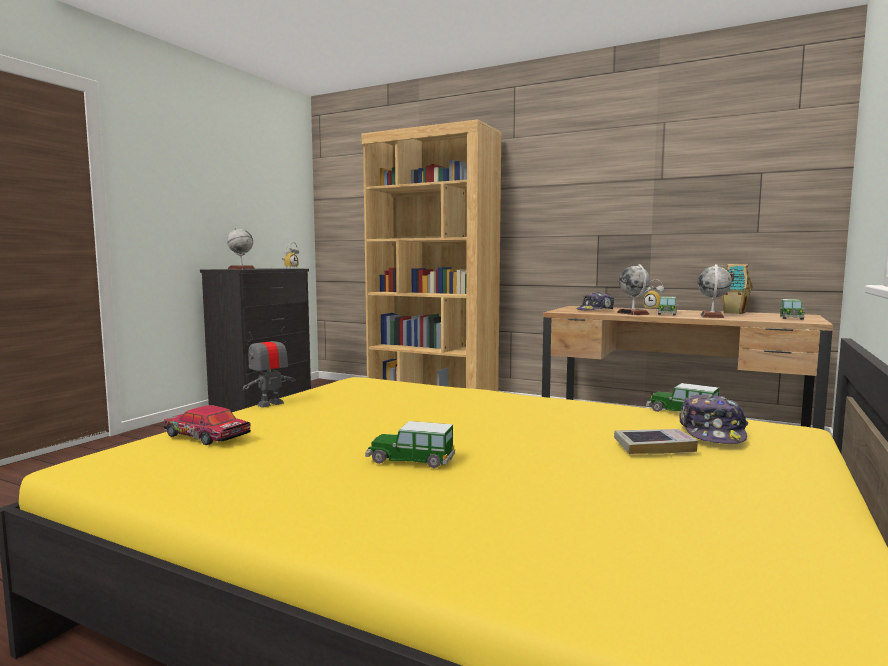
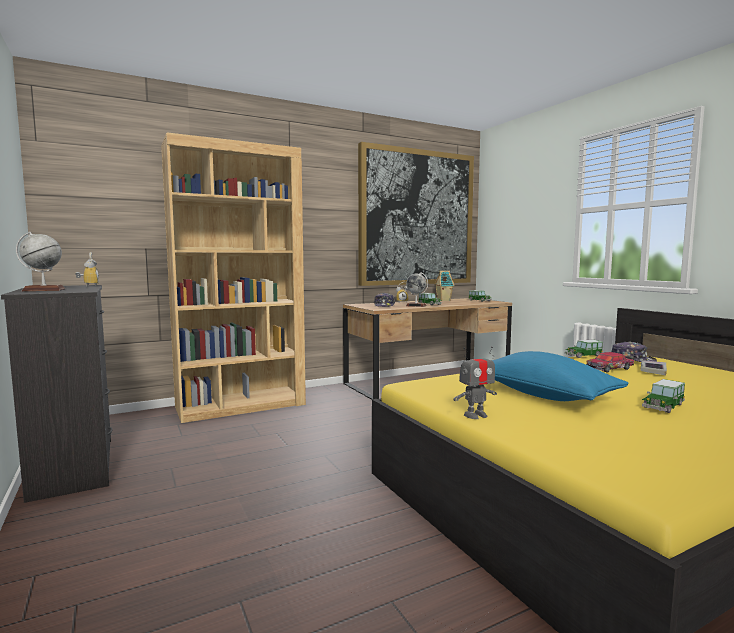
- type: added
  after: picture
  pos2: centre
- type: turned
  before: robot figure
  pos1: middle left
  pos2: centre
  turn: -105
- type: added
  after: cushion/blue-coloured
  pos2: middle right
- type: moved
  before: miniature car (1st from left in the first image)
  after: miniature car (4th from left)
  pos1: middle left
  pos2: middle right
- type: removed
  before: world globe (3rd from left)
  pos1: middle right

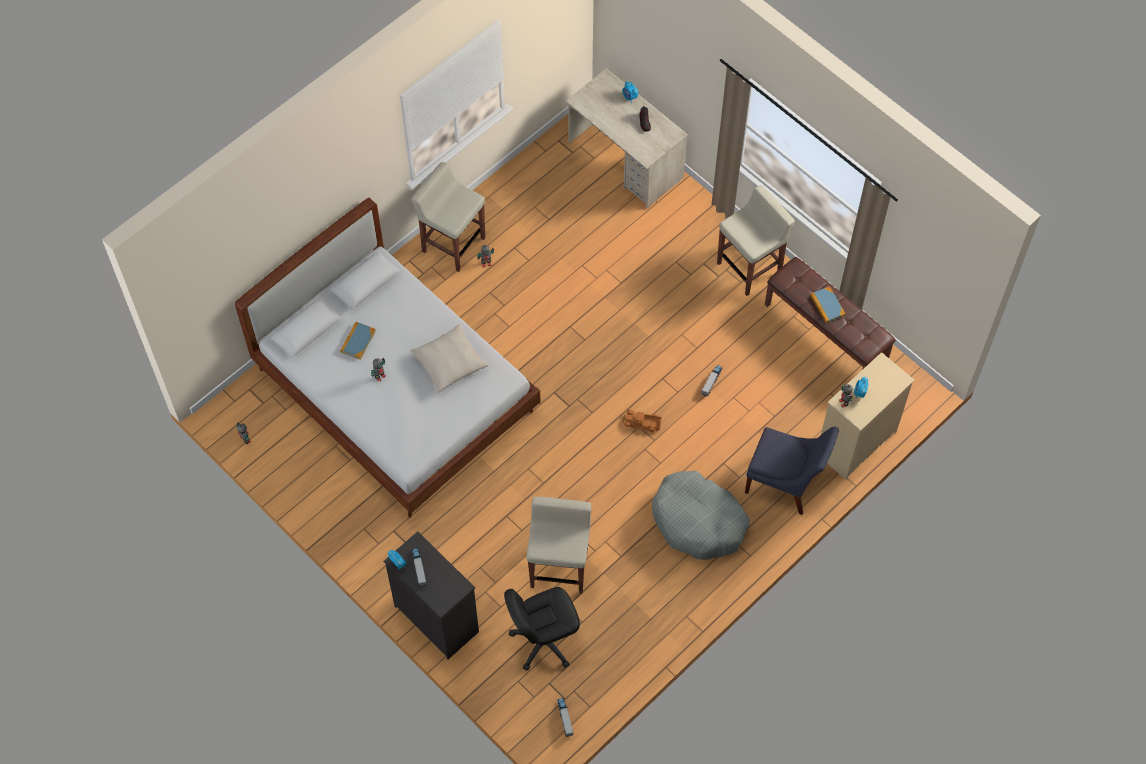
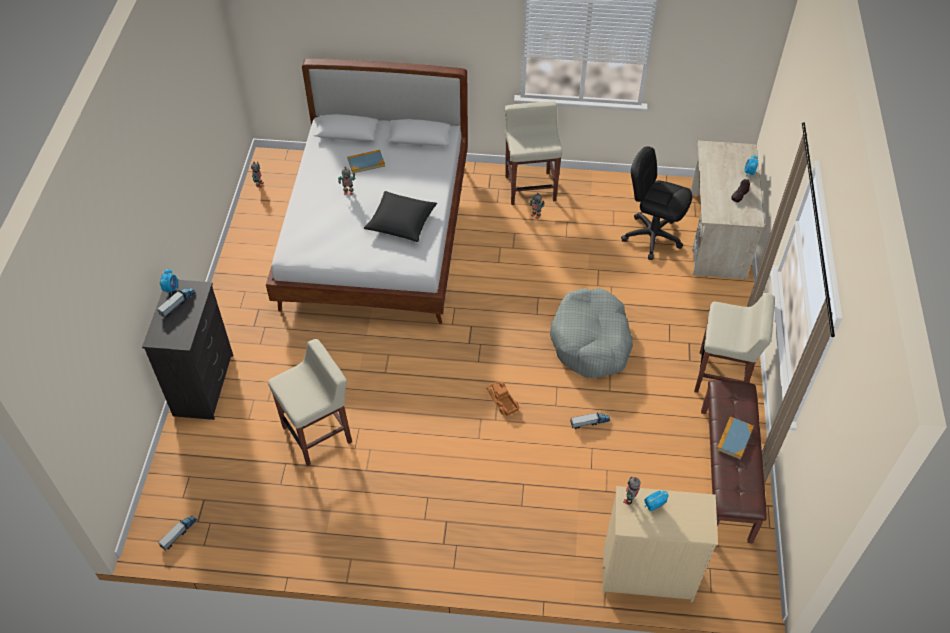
- type: recoloured
  before: cushion/sand-coloured
  after: cushion/black
  pos1: centre
  pos2: centre
- type: moved
  before: dog bed/gray
  pos1: bottom centre
  pos2: centre
- type: moved
  before: office chair/black
  pos1: bottom centre
  pos2: top right
- type: removed
  before: chair/blue-coloured
  pos1: middle right

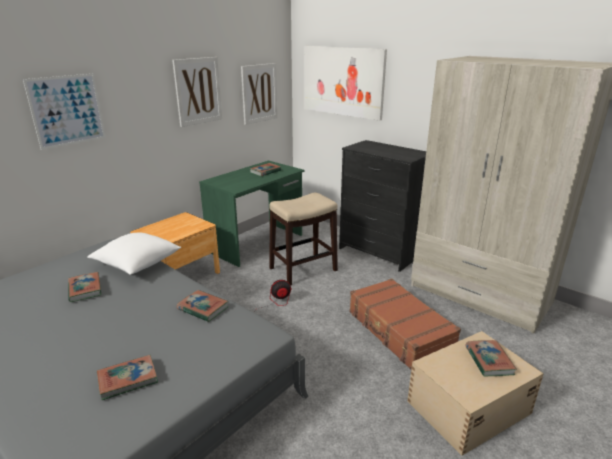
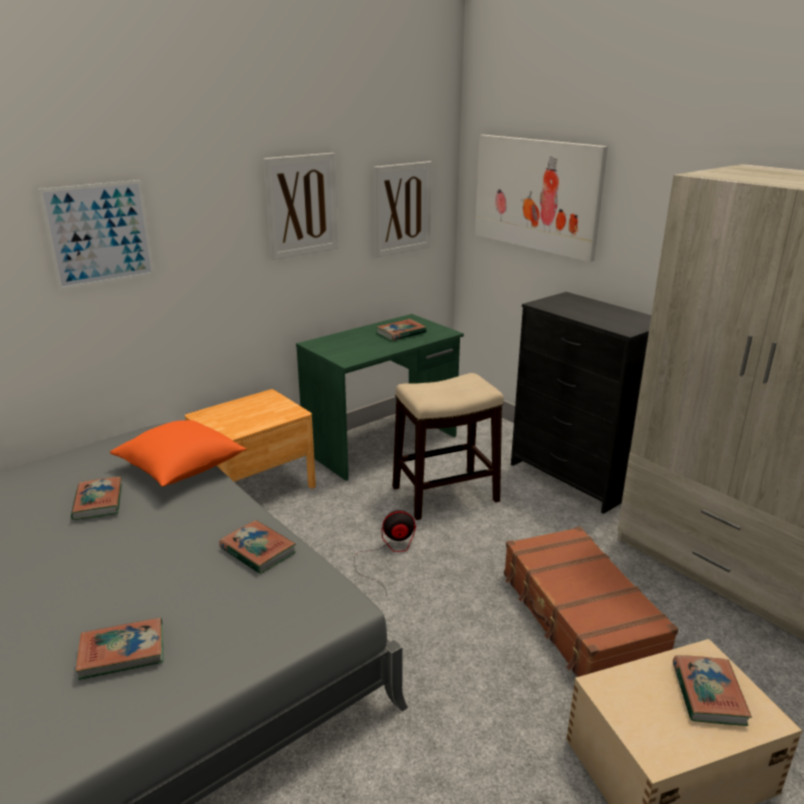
- type: recoloured
  before: cushion/white
  after: cushion/orangey
  pos1: middle left
  pos2: middle left

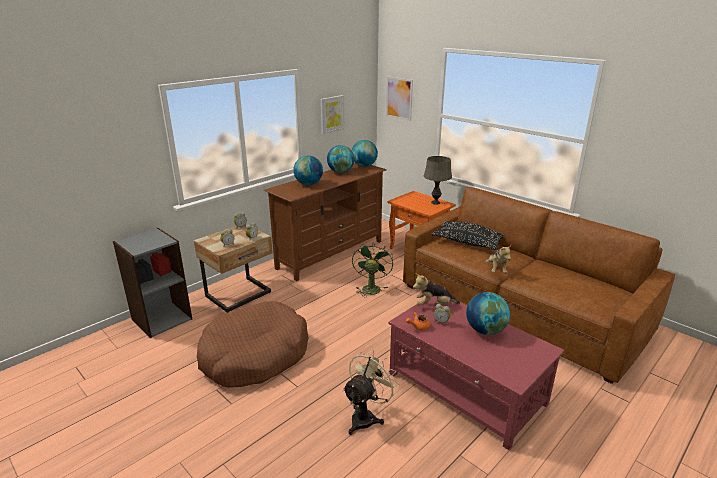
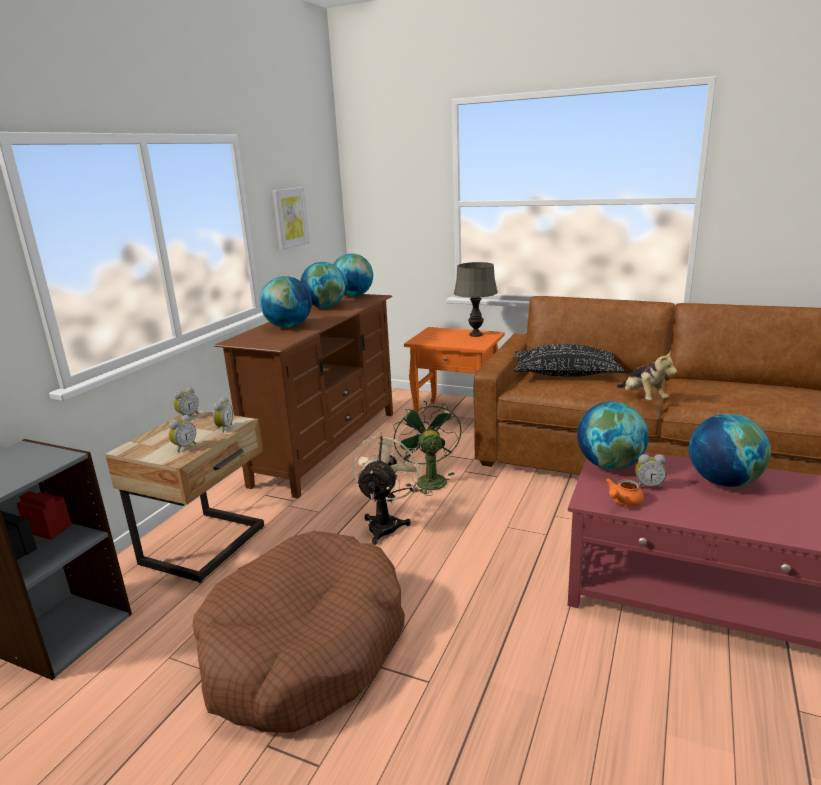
- type: moved
  before: electric fan/sand-coloured
  pos1: bottom centre
  pos2: centre
- type: replaced
  before: soft toy (1st from left)
  after: world globe (4th from left)
  pos1: centre
  pos2: middle right
- type: removed
  before: picture (2nd from left)
  pos1: top centre

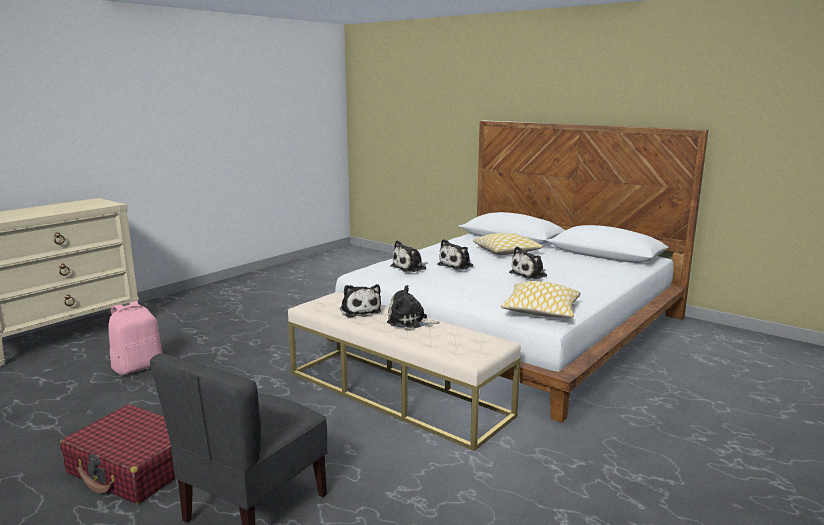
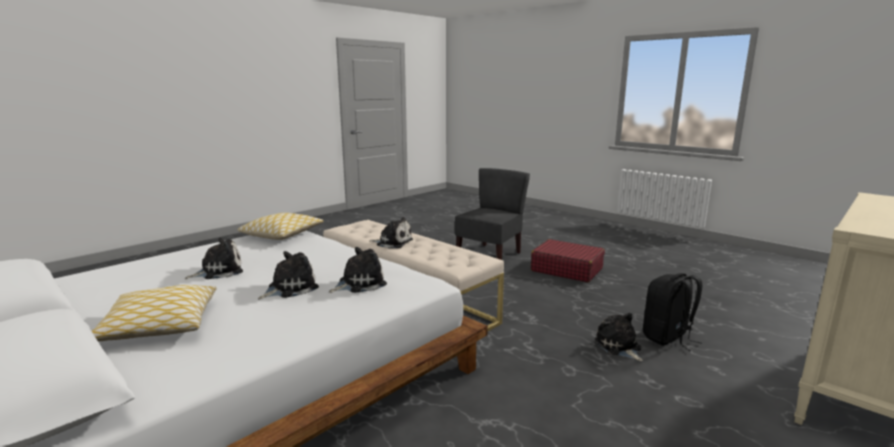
- type: moved
  before: soft toy (1st from left in the first image)
  after: soft toy (5th from left)
  pos1: centre
  pos2: bottom right
- type: recoloured
  before: knapsack/pink
  after: knapsack/black
  pos1: middle left
  pos2: bottom right

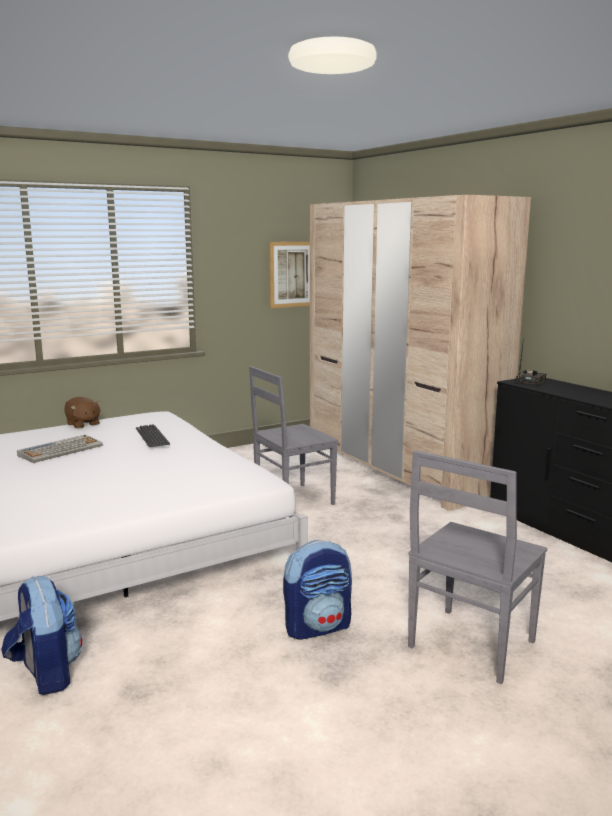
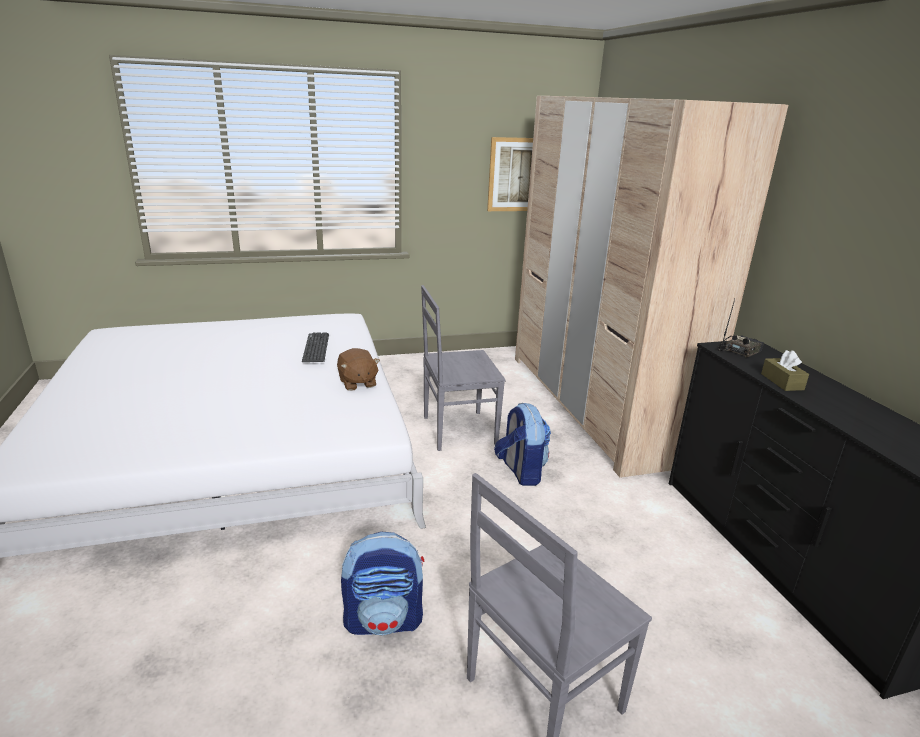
- type: moved
  before: soft toy/brown-coloured
  pos1: middle left
  pos2: centre
- type: moved
  before: knapsack (1st from left in the first image)
  after: knapsack (2nd from left)
  pos1: bottom left
  pos2: centre
- type: added
  after: tissue holder/brown-coloured
  pos2: middle right
- type: removed
  before: computer keyboard (1st from left)
  pos1: middle left

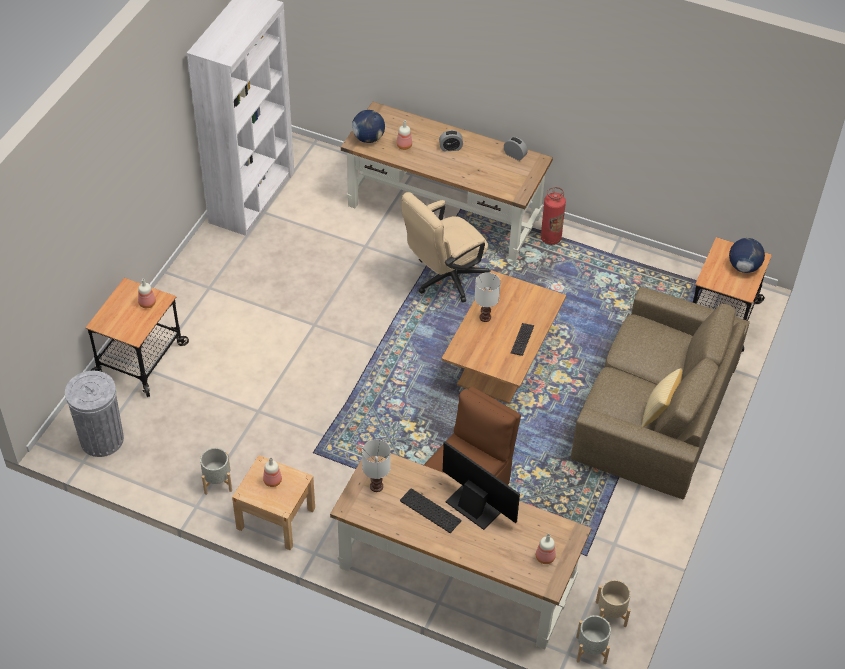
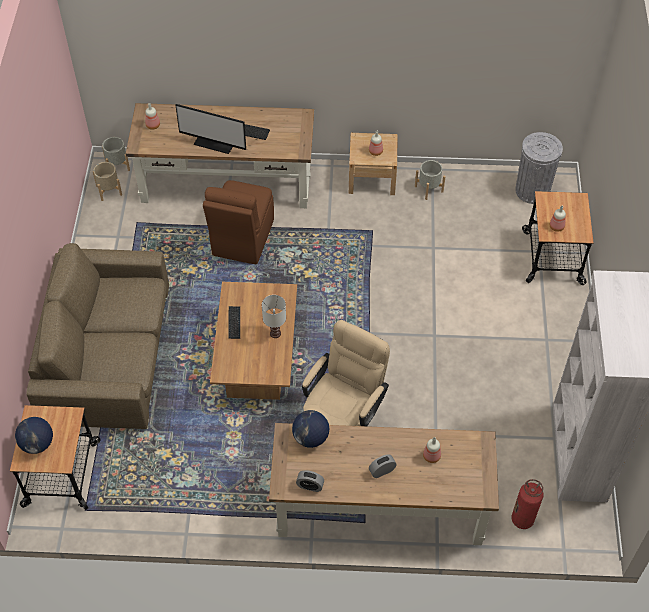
- type: moved
  before: world globe (1st from left in the first image)
  after: world globe (2nd from left)
  pos1: top centre
  pos2: bottom centre
- type: moved
  before: fire extinguisher
  pos1: top centre
  pos2: bottom right
- type: removed
  before: table lamp/white (1st from left)
  pos1: bottom centre
- type: removed
  before: cushion
  pos1: middle right

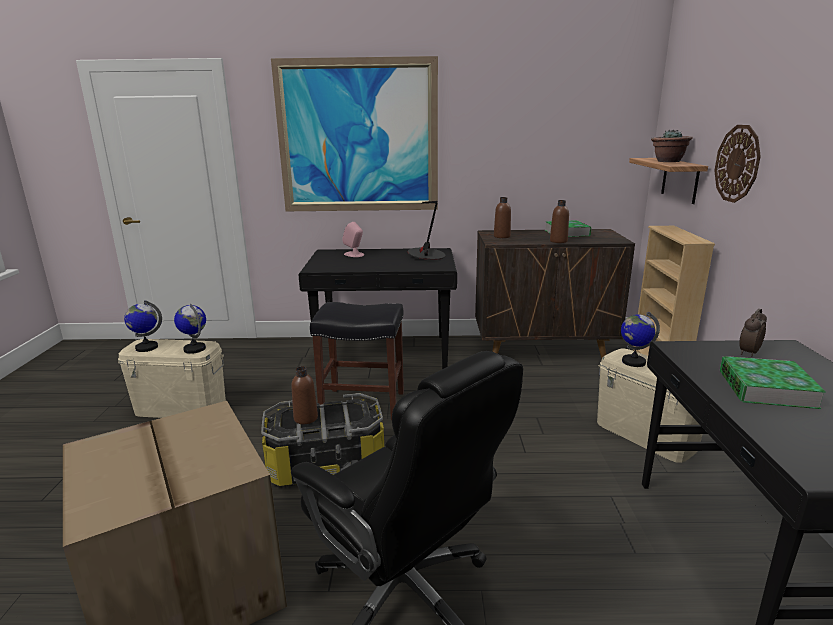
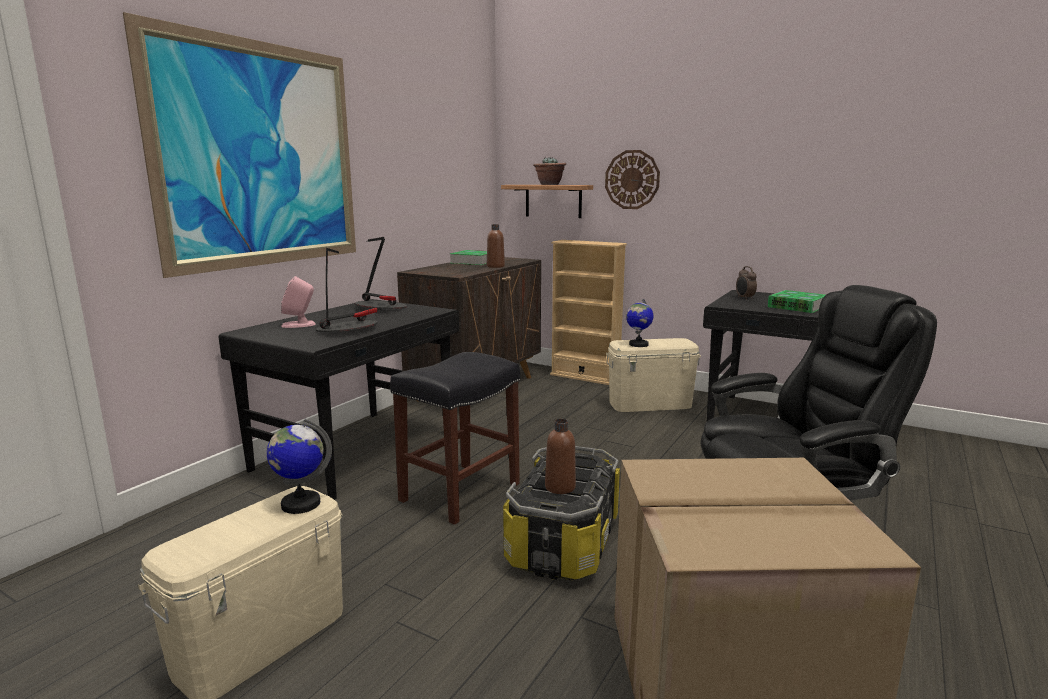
- type: added
  after: table lamp (1st from left)
  pos2: middle left
- type: removed
  before: world globe (1st from left)
  pos1: middle left
- type: removed
  before: drink bottle/brown-coloured (2nd from left)
  pos1: centre

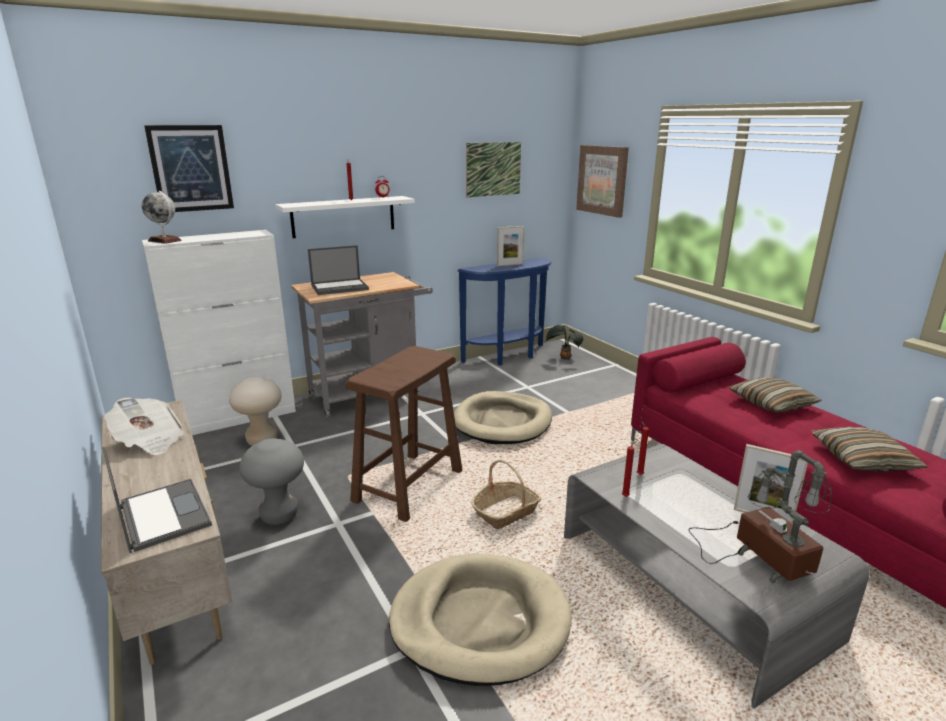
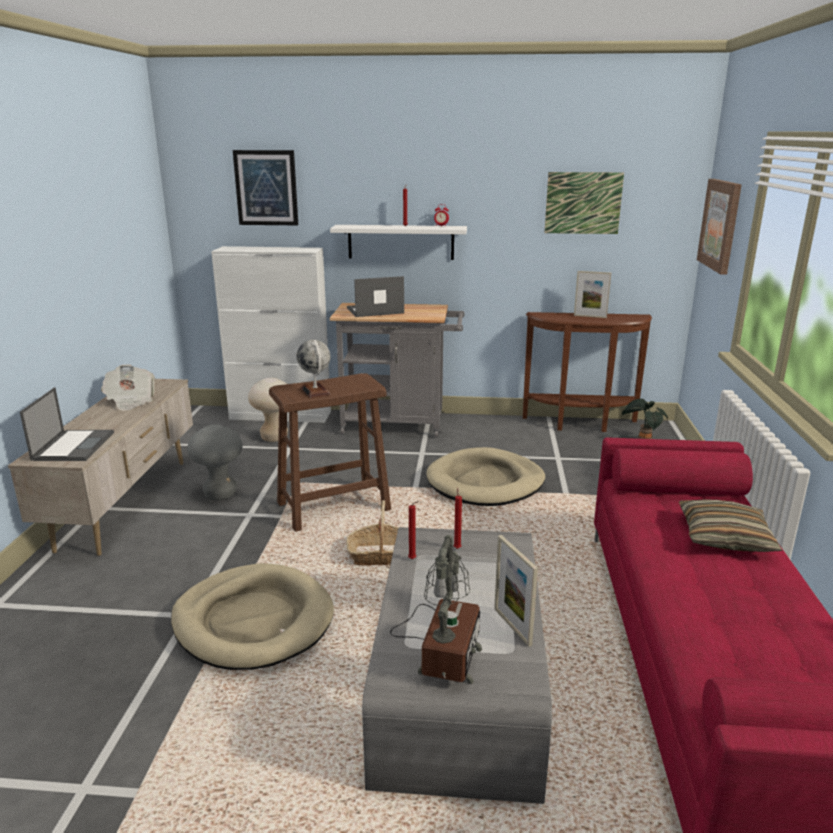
- type: moved
  before: world globe
  pos1: top left
  pos2: centre
- type: turned
  before: portable computer (2nd from left)
  pos1: centre
  pos2: centre
  turn: 150
- type: recoloured
  before: narrow table/blue-coloured
  after: narrow table/brown-coloured
  pos1: centre
  pos2: middle right
- type: removed
  before: cushion (2nd from left)
  pos1: middle right

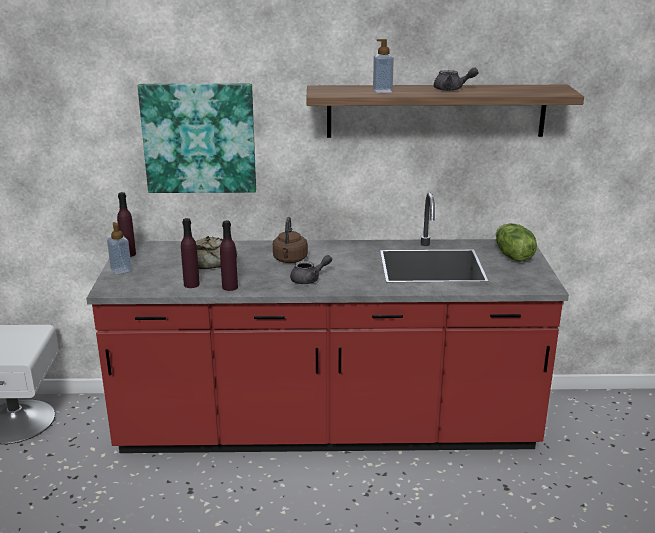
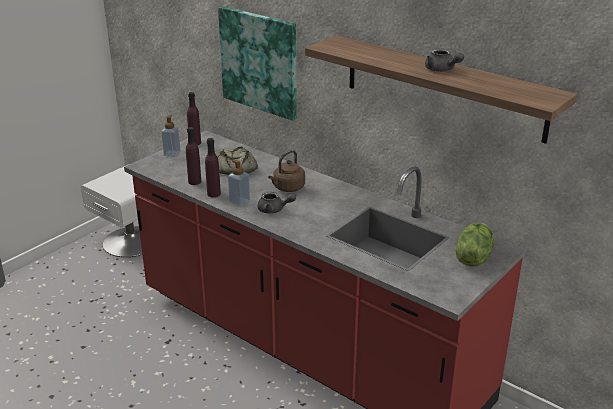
- type: moved
  before: liquid soap bottle (2nd from left)
  pos1: top centre
  pos2: centre

